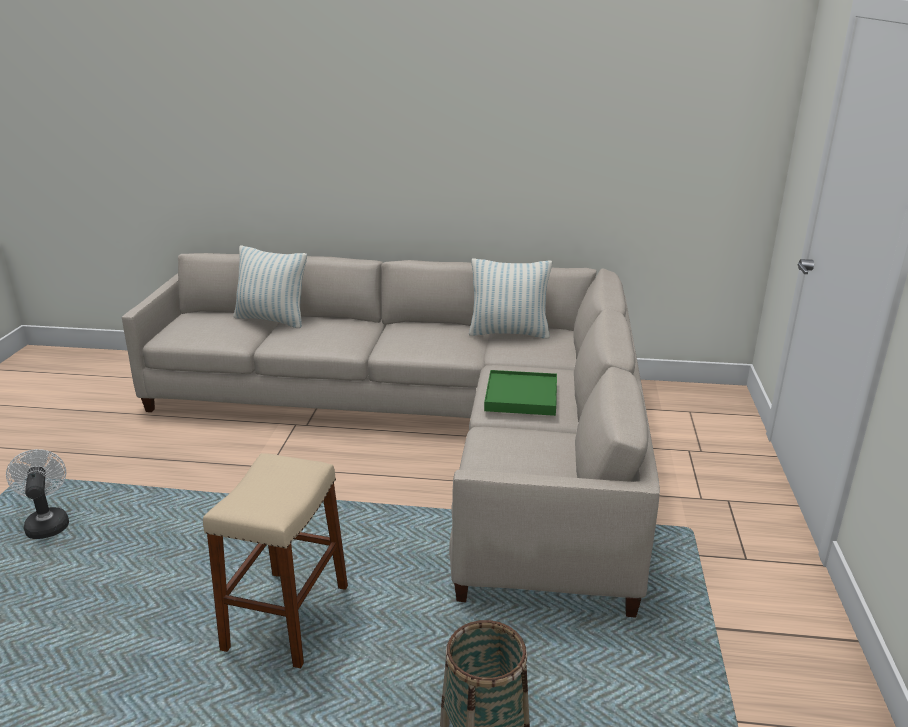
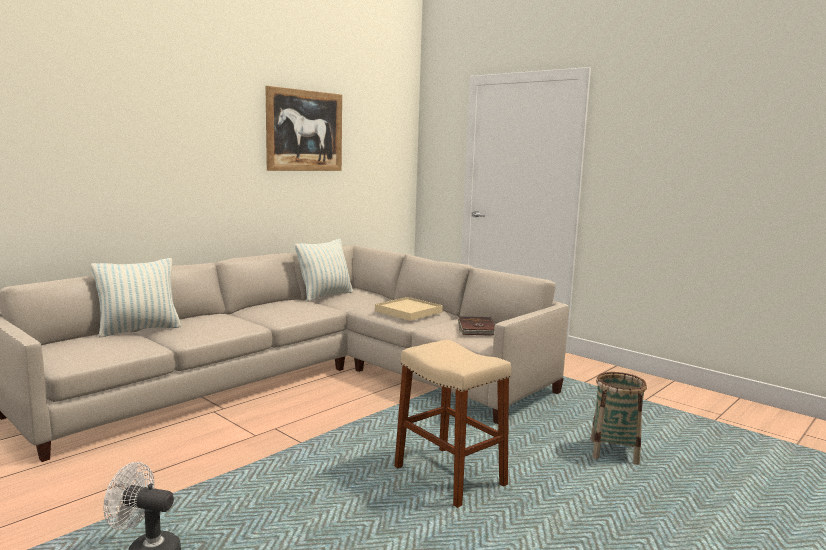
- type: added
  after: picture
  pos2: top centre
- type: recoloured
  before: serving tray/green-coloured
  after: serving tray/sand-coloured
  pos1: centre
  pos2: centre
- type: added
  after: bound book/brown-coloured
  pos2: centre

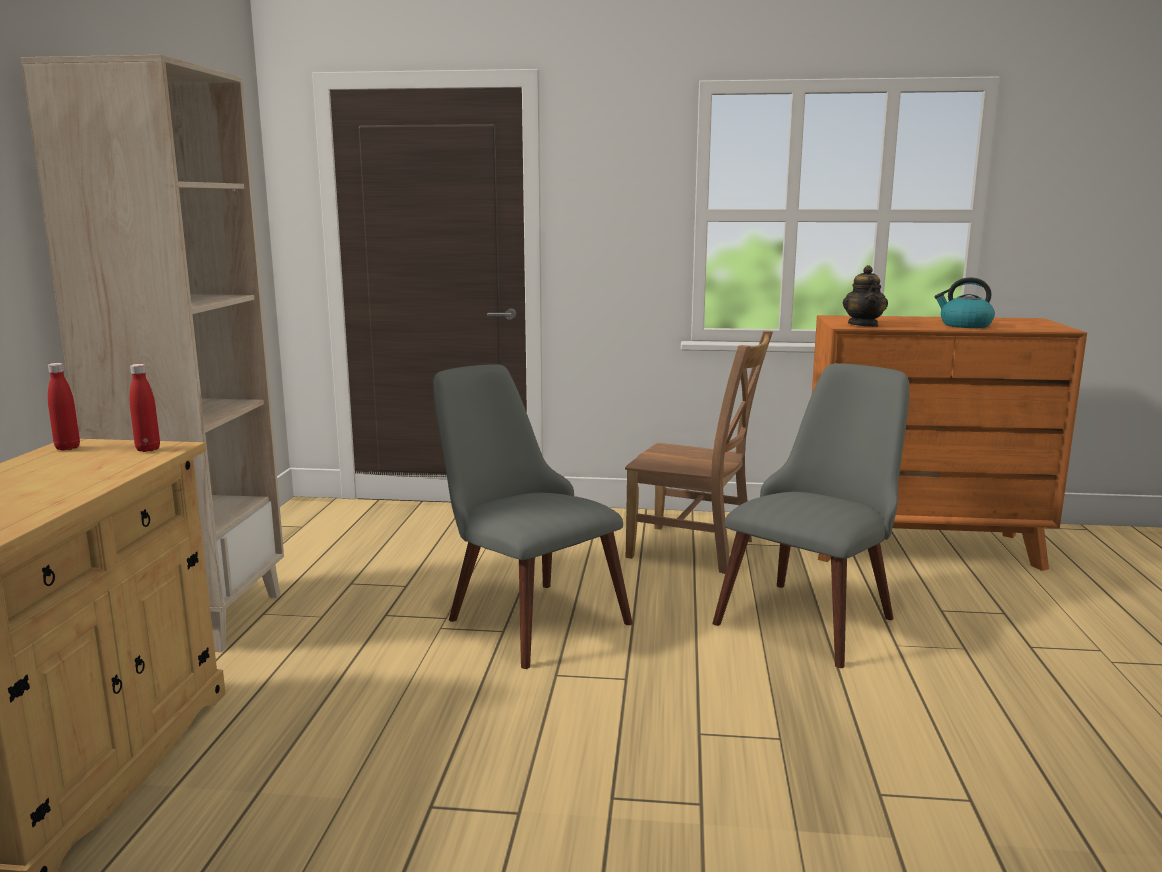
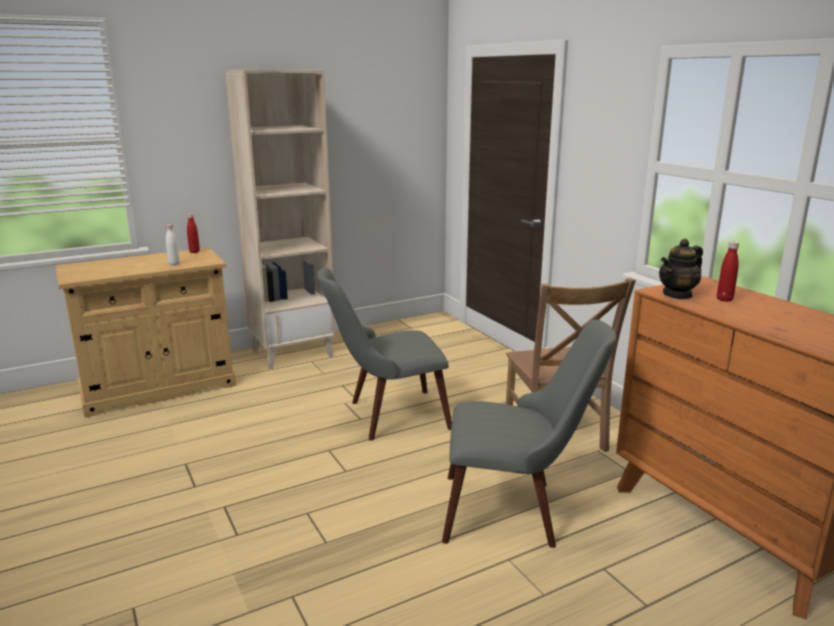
- type: added
  after: drink bottle/white
  pos2: middle left
- type: turned
  before: chair/gray (1st from left)
  pos1: centre
  pos2: centre
  turn: -120
- type: moved
  before: drink bottle/reddish (2nd from left)
  pos1: middle left
  pos2: middle right
- type: removed
  before: kettle
  pos1: middle right

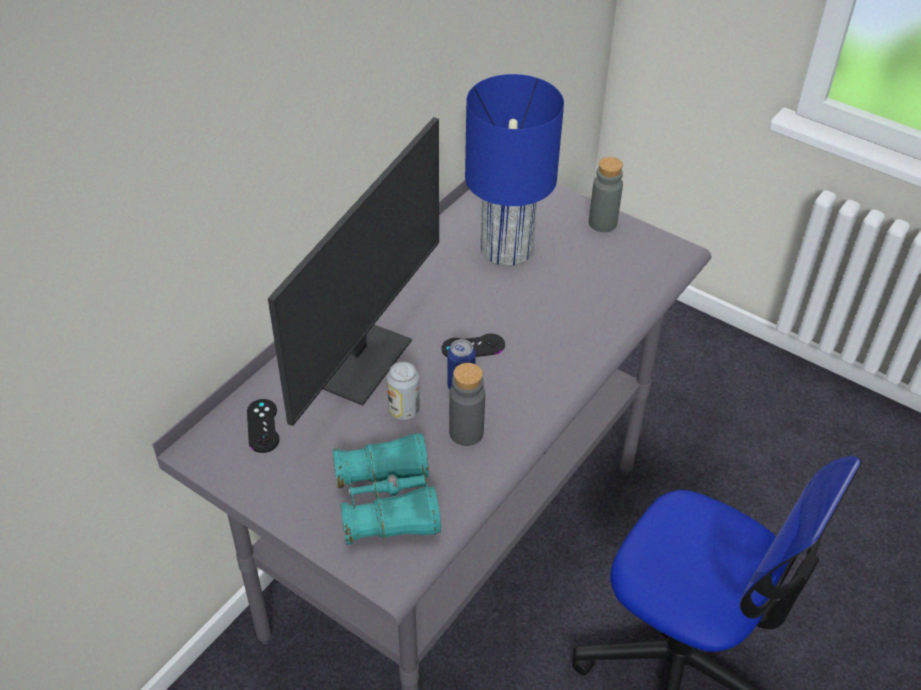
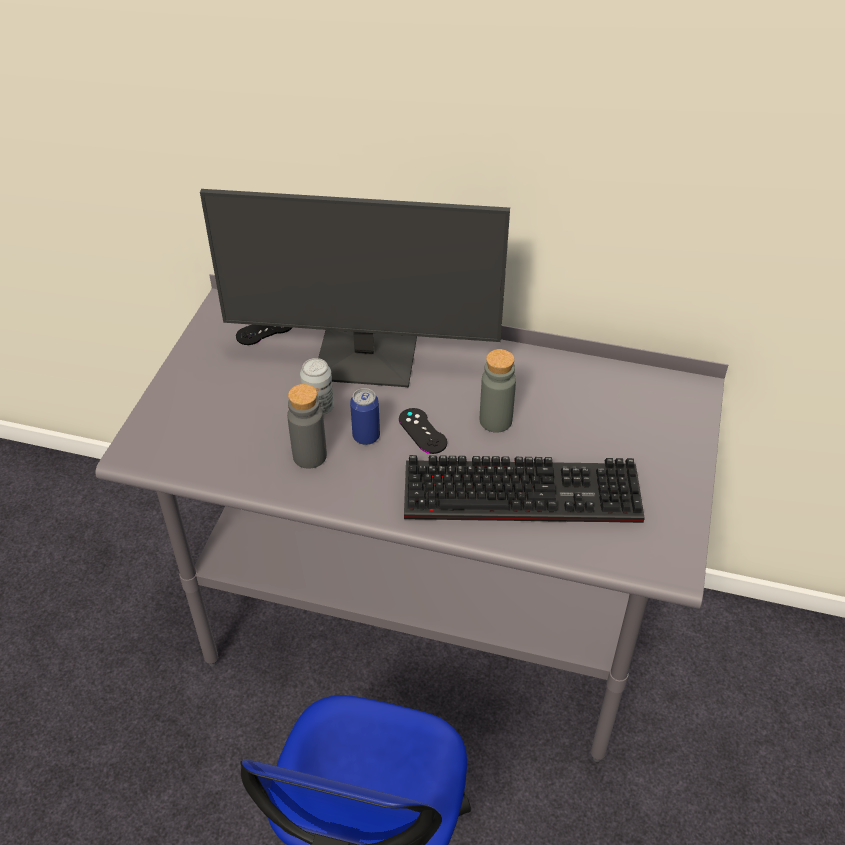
- type: added
  after: computer keyboard
  pos2: centre
- type: moved
  before: drink bottle/gray (2nd from left)
  pos1: top centre
  pos2: centre
- type: removed
  before: field glasses/turquoise-coloured
  pos1: bottom centre
- type: removed
  before: table lamp/blue-coloured
  pos1: top centre

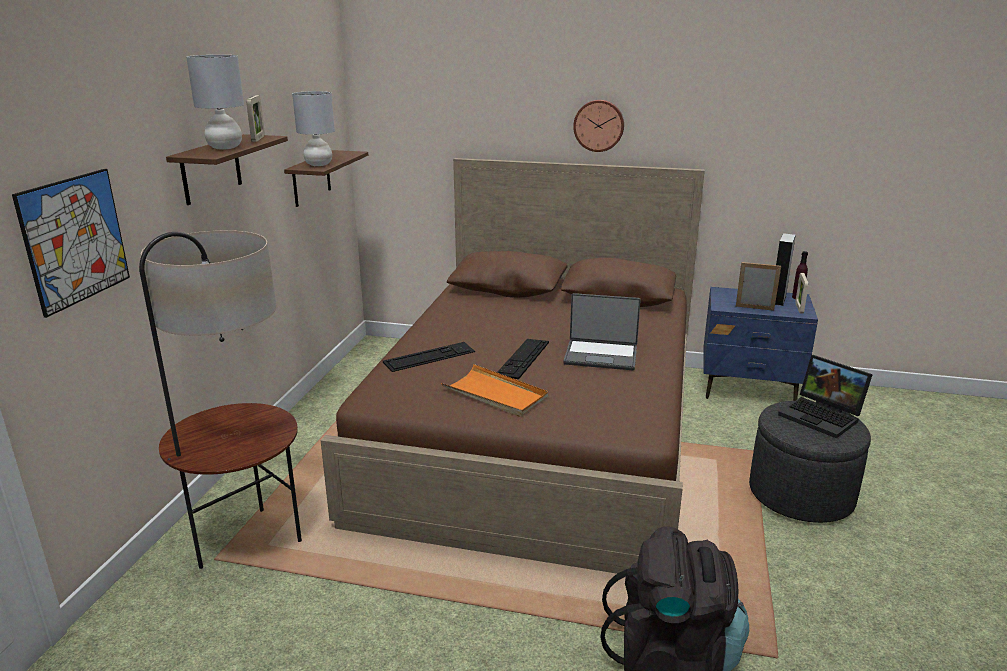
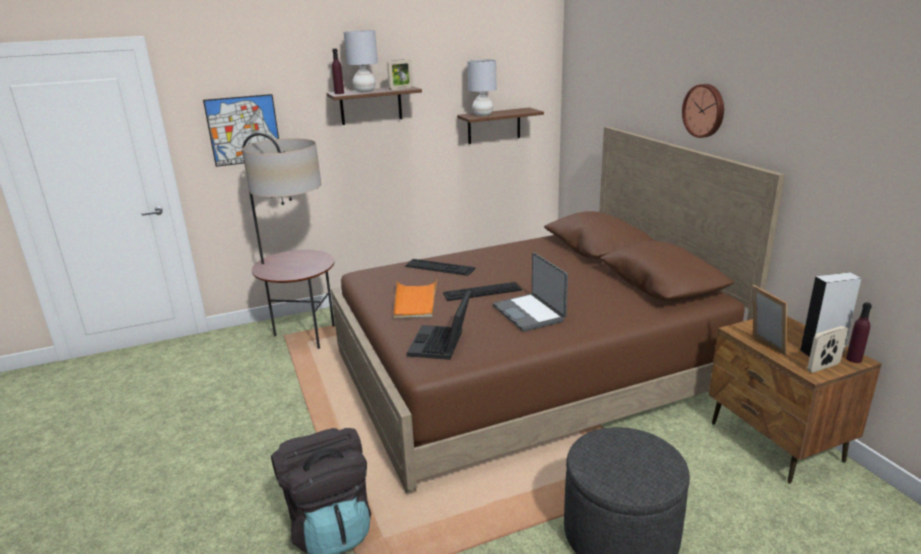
- type: added
  after: drink bottle/purple-coloured (1st from left)
  pos2: top centre
- type: moved
  before: portable computer (2nd from left in the first image)
  after: portable computer (1st from left)
  pos1: middle right
  pos2: centre
- type: recoloured
  before: bedside table/blue-coloured
  after: bedside table/brown-coloured
  pos1: middle right
  pos2: bottom right

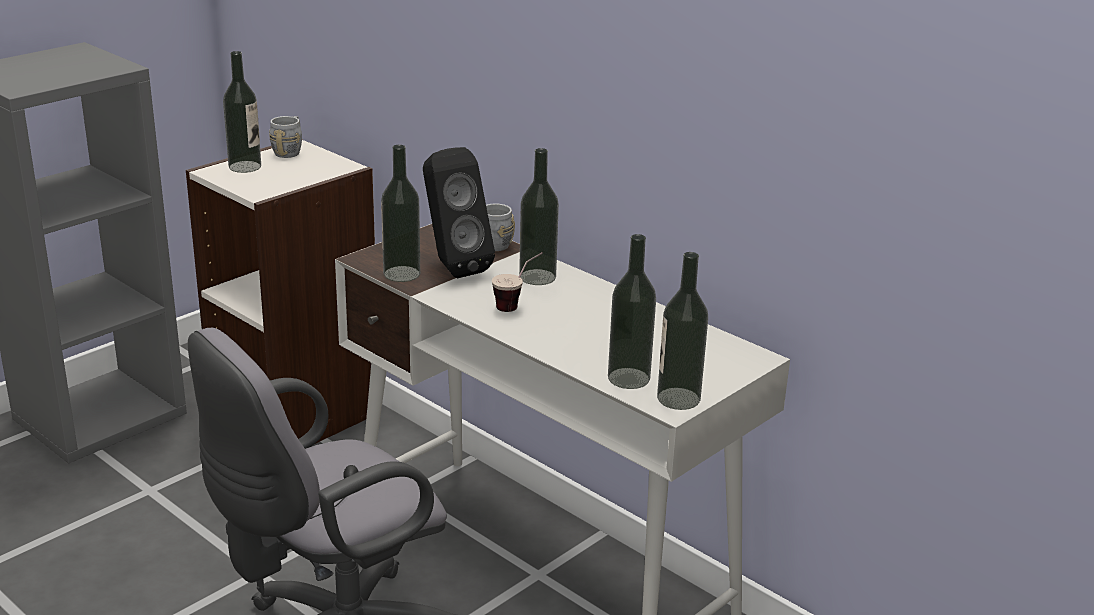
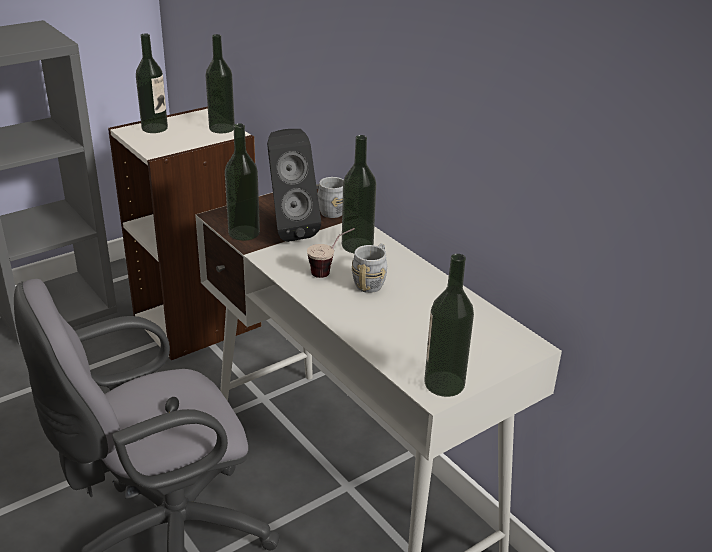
- type: moved
  before: drink bottle (4th from left in the first image)
  after: drink bottle (2nd from left)
  pos1: centre
  pos2: top left
- type: moved
  before: mug/gray (1st from left in the first image)
  after: mug/gray (2nd from left)
  pos1: top left
  pos2: centre

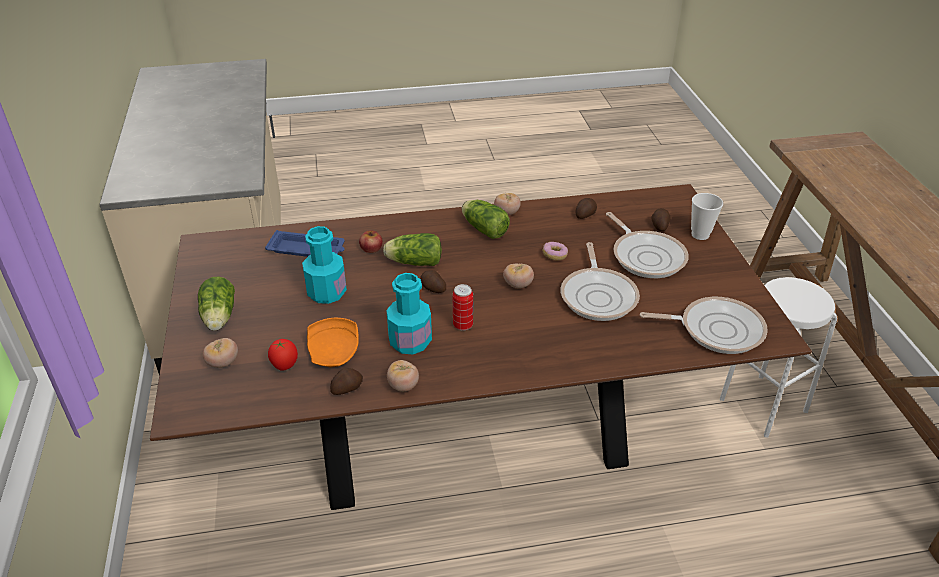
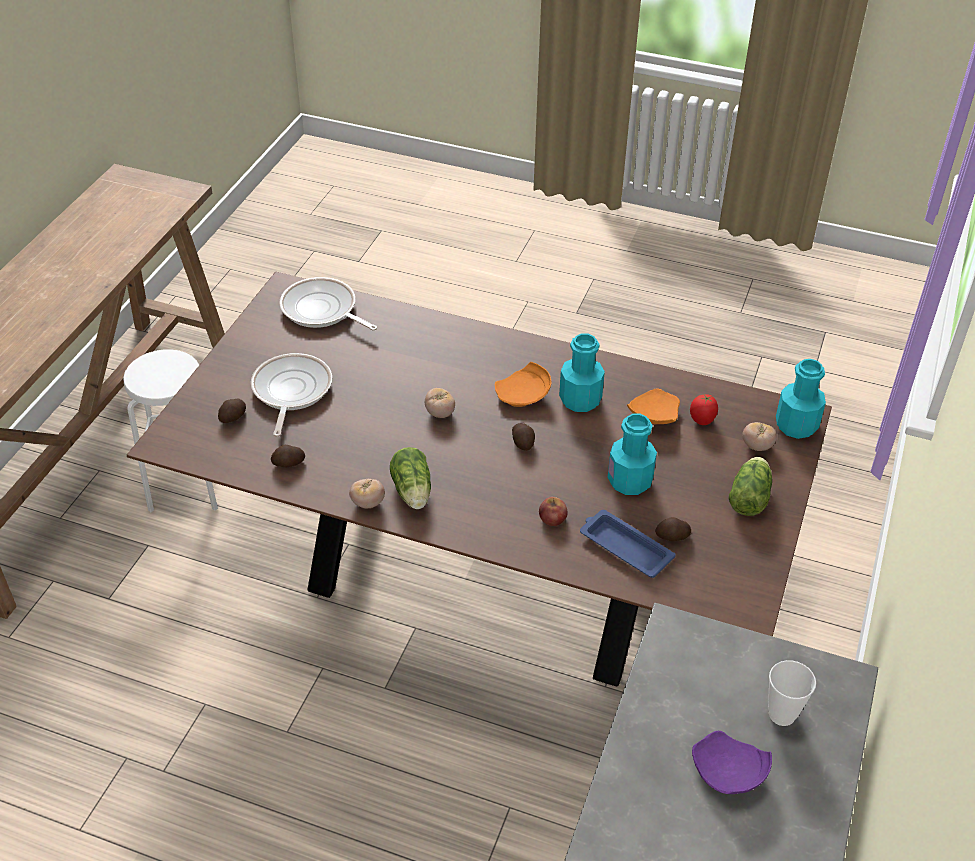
- type: replaced
  before: can
  after: flat dish/orangey (1st from left)
  pos1: centre
  pos2: centre
- type: moved
  before: spud (1st from left in the first image)
  after: spud (4th from left)
  pos1: centre
  pos2: middle right
- type: added
  after: flat dish/purple-coloured
  pos2: bottom right
- type: moved
  before: small cup
  pos1: middle right
  pos2: bottom right
- type: added
  after: drink bottle/turquoise-coloured (3rd from left)
  pos2: middle right
- type: removed
  before: lettuce head (2nd from left)
  pos1: centre
- type: removed
  before: whole tomato (3rd from left)
  pos1: centre
- type: removed
  before: doughnut
  pos1: centre
- type: removed
  before: frying pan (1st from left)
  pos1: centre

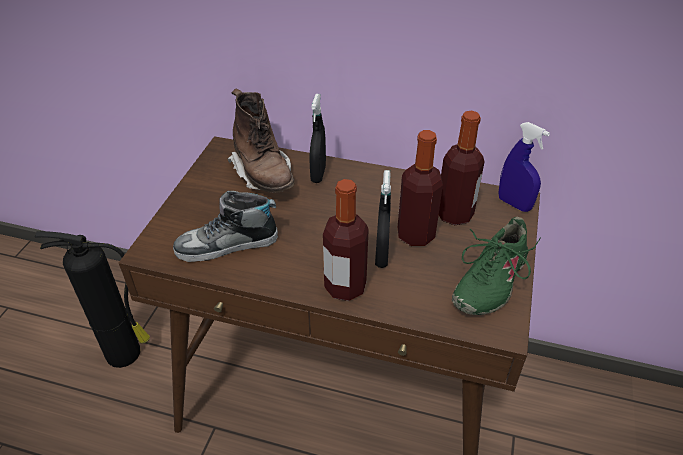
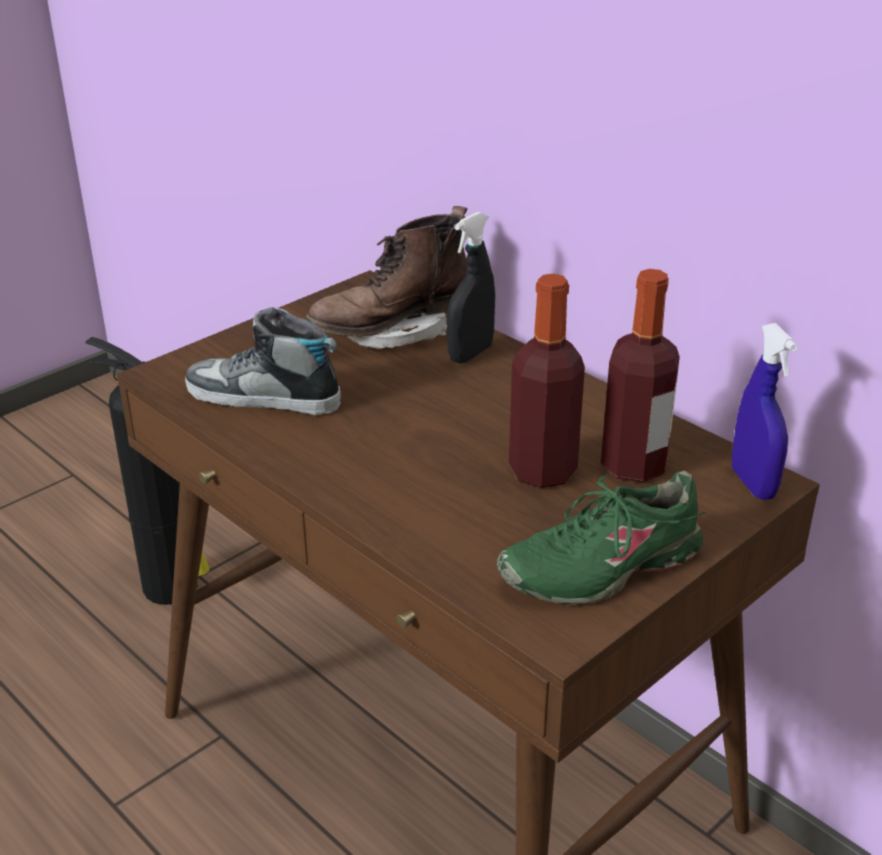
- type: turned
  before: high-top boot/brown-coloured
  pos1: top centre
  pos2: top centre
  turn: 60
- type: removed
  before: drink bottle (1st from left)
  pos1: centre
- type: removed
  before: spray bottle/black (2nd from left)
  pos1: centre

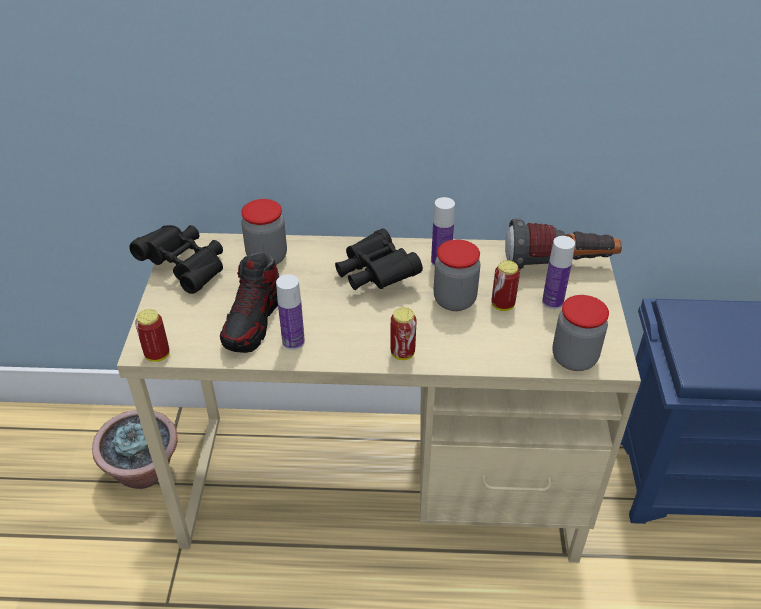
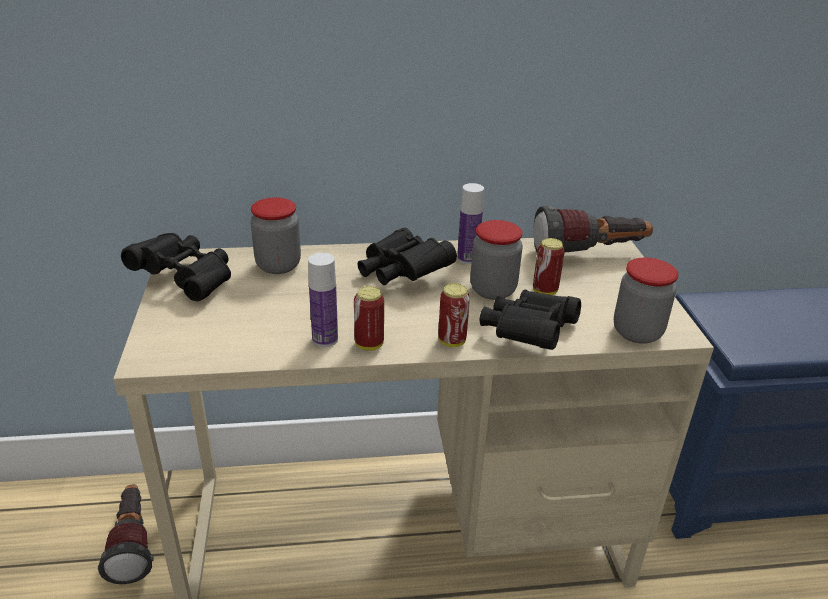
- type: replaced
  before: plant in a pot
  after: flashlight (1st from left)
  pos1: bottom left
  pos2: bottom left
- type: moved
  before: can (1st from left)
  pos1: middle left
  pos2: centre
- type: added
  after: field glasses/black (3rd from left)
  pos2: centre
- type: removed
  before: shoe
  pos1: middle left
- type: removed
  before: drink bottle (3rd from left)
  pos1: middle right

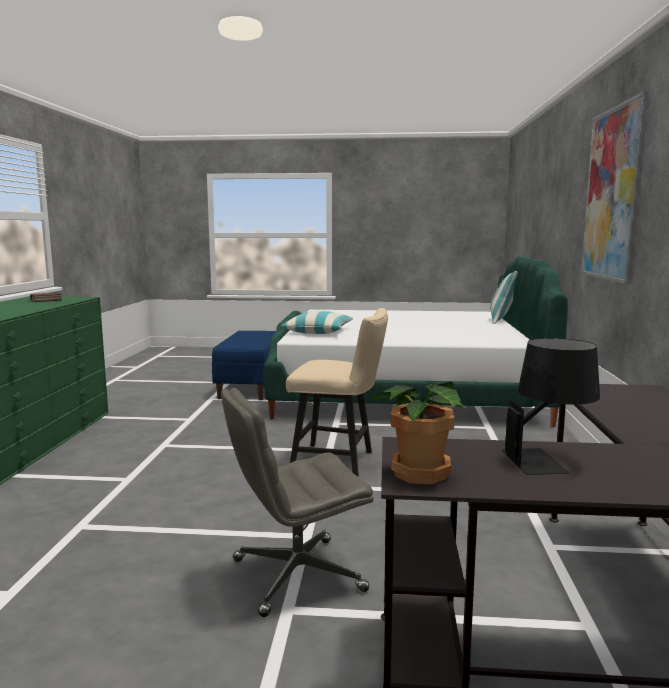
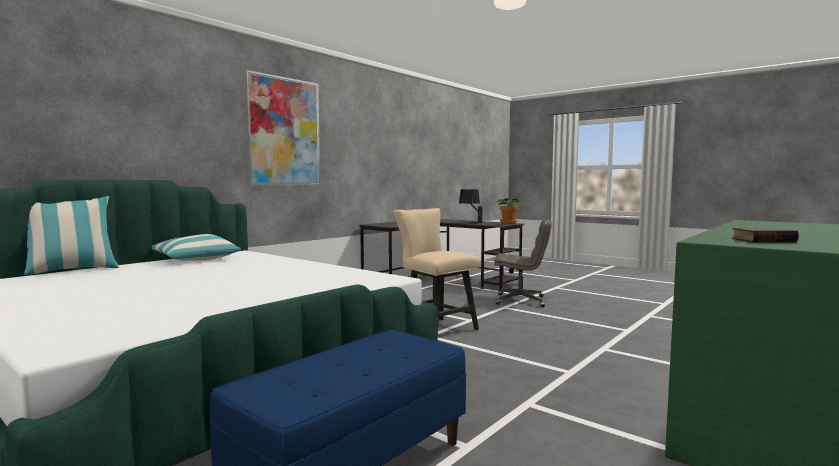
- type: moved
  before: cushion (1st from left in the first image)
  after: cushion (2nd from left)
  pos1: centre
  pos2: middle left

